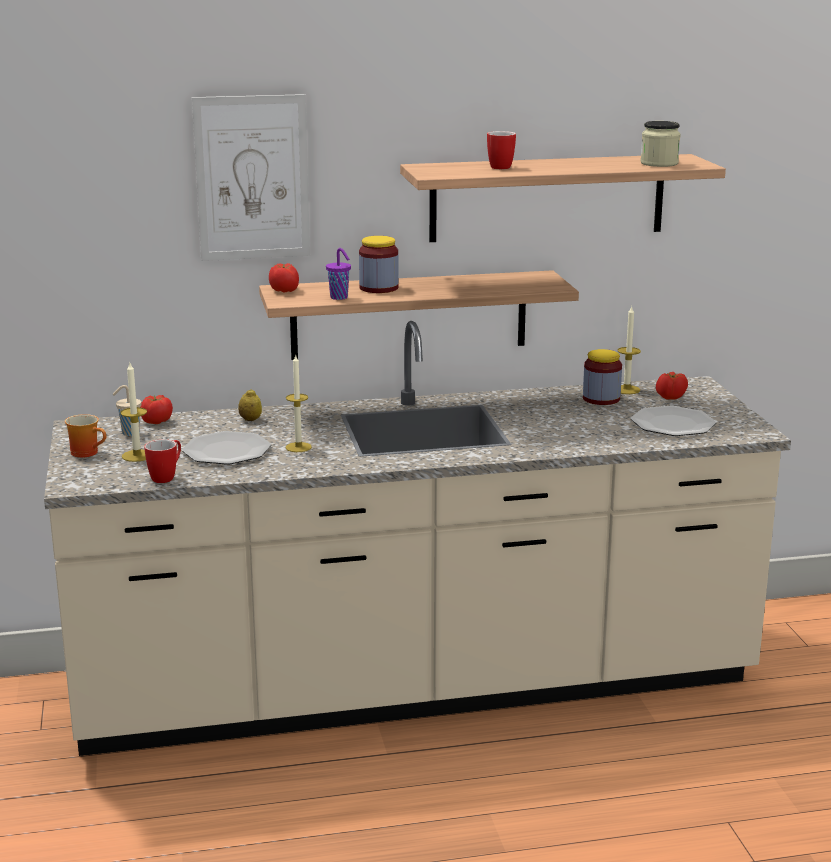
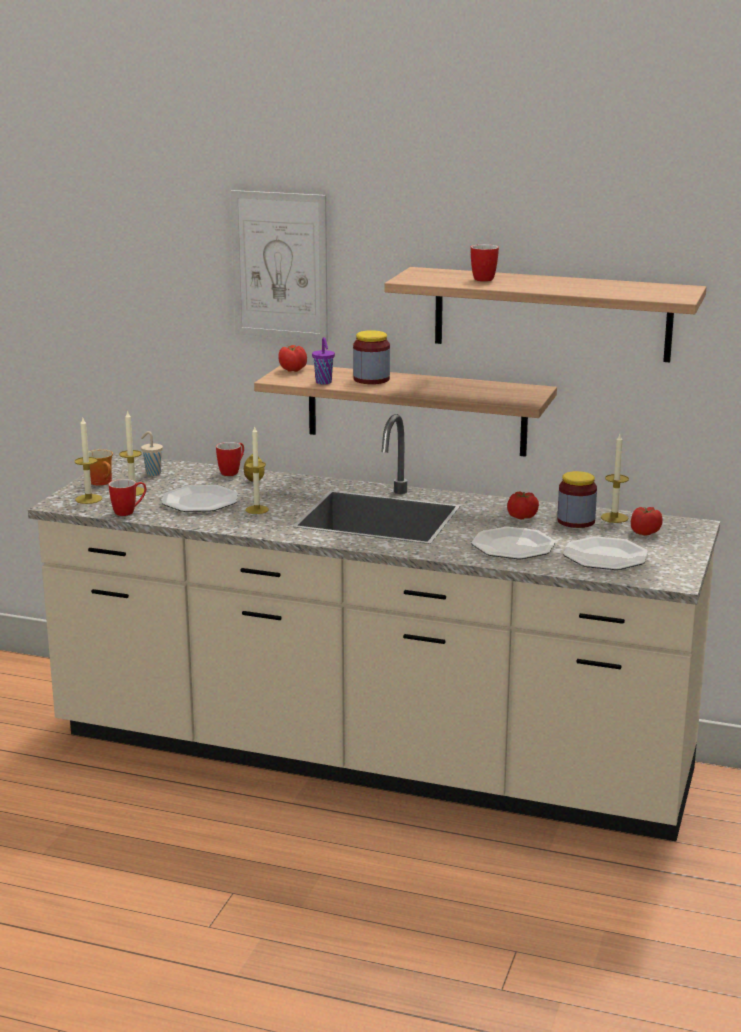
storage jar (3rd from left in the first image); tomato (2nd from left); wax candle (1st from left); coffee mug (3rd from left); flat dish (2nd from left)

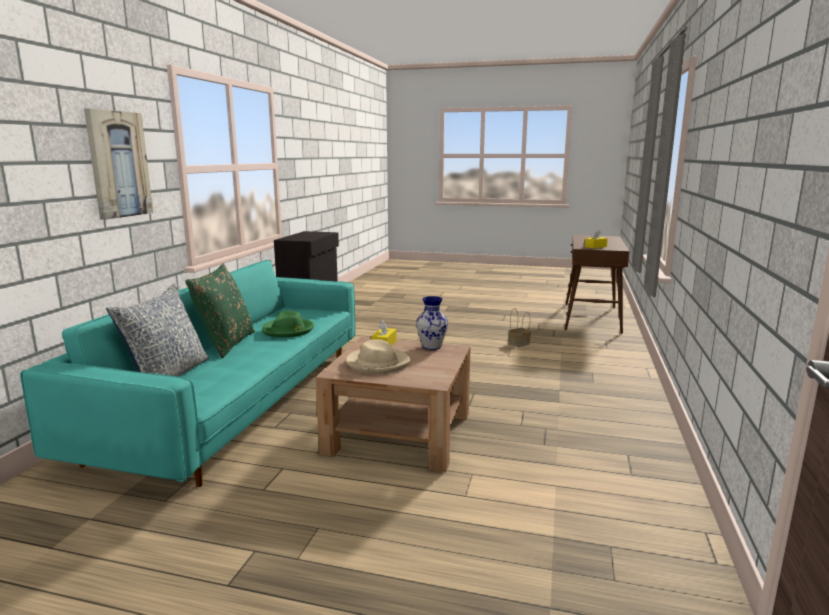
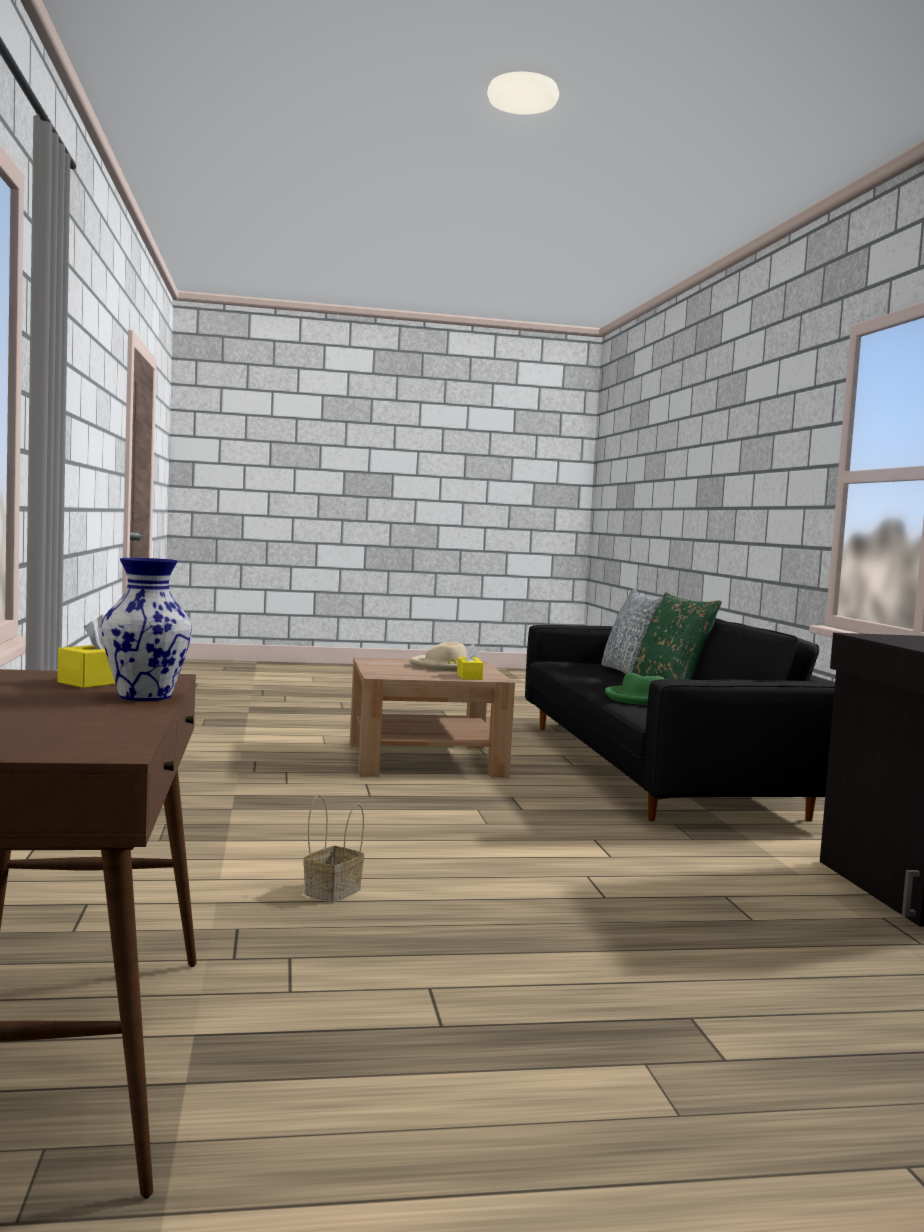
wall art; blackish couch; flower vase

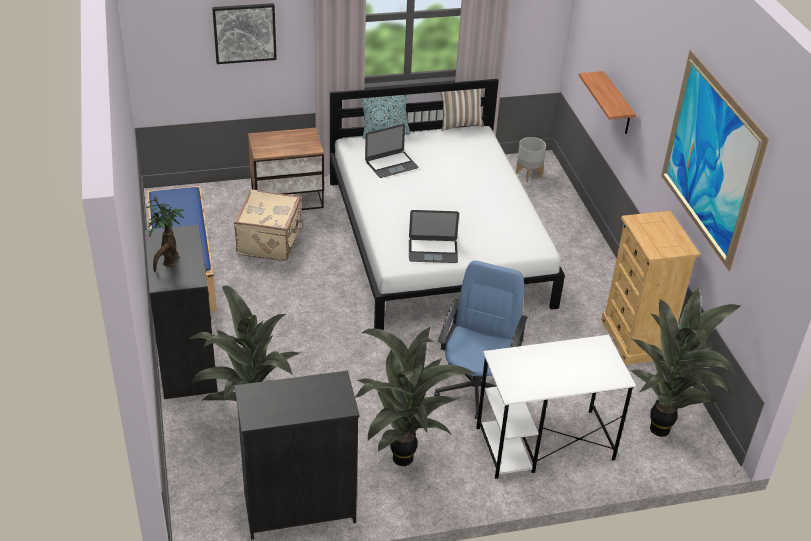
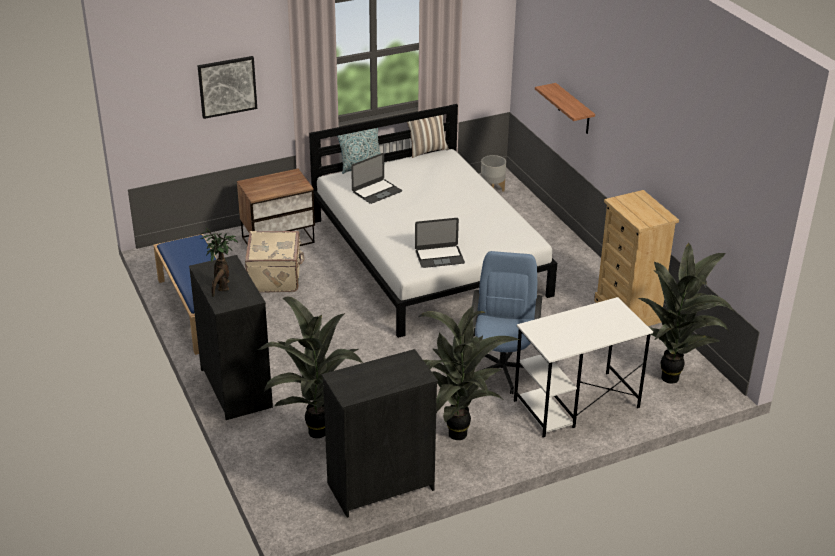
wall art (2nd from left in the first image)

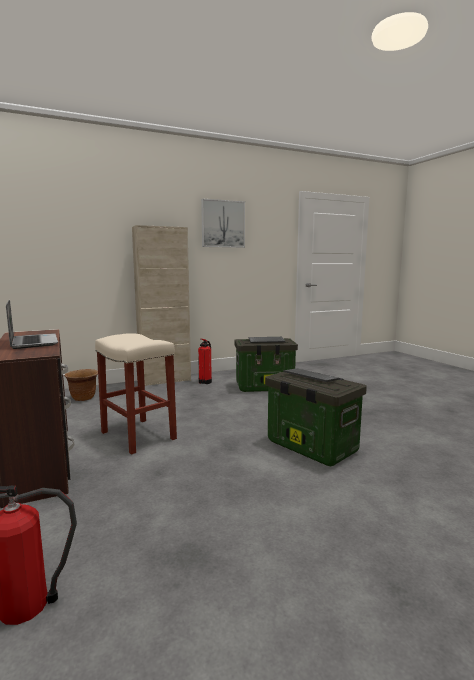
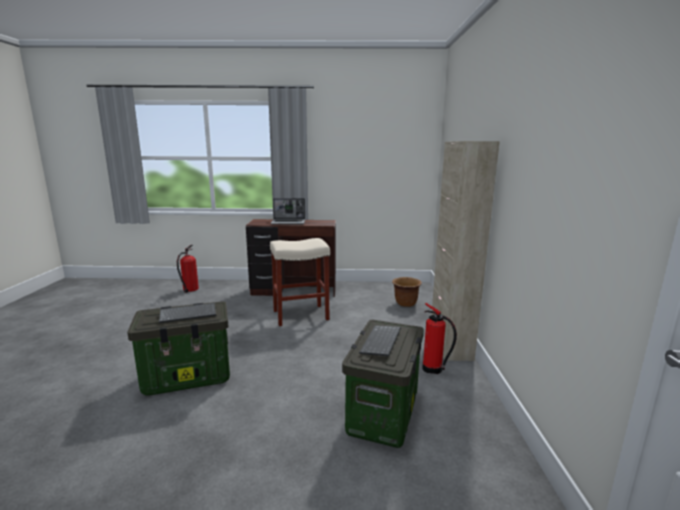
wall art

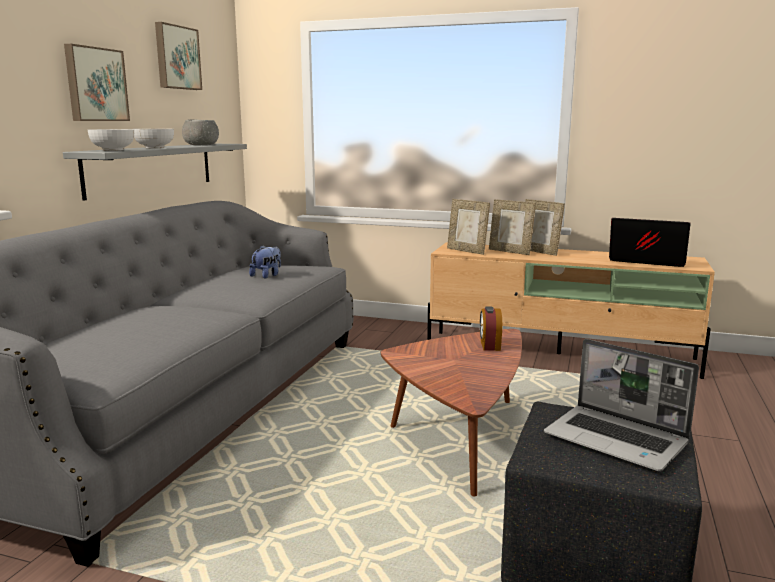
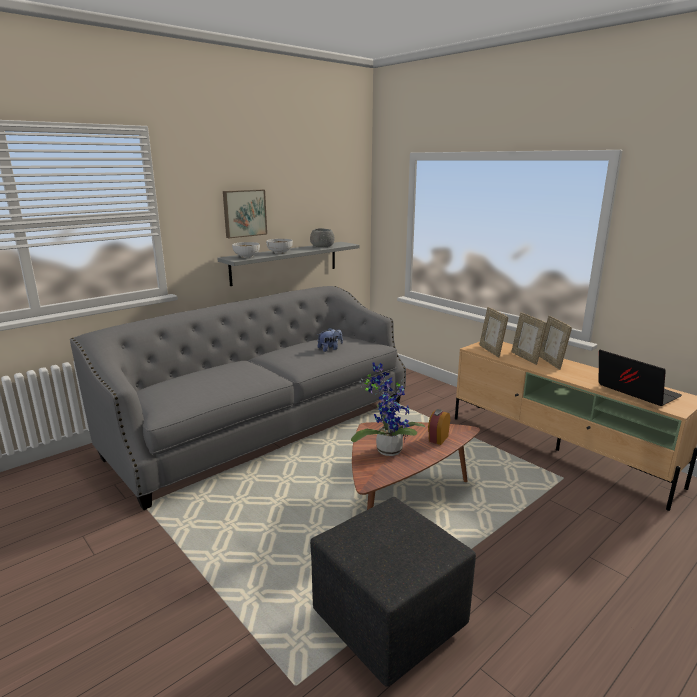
wall art (2nd from left in the first image); notebook computer (1st from left in the first image); houseplant

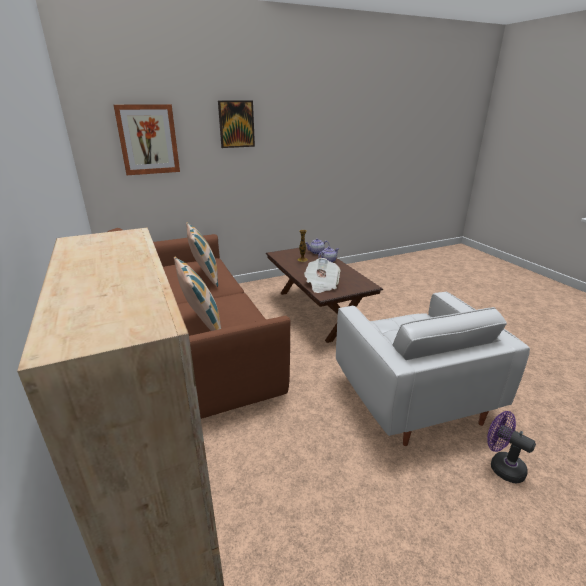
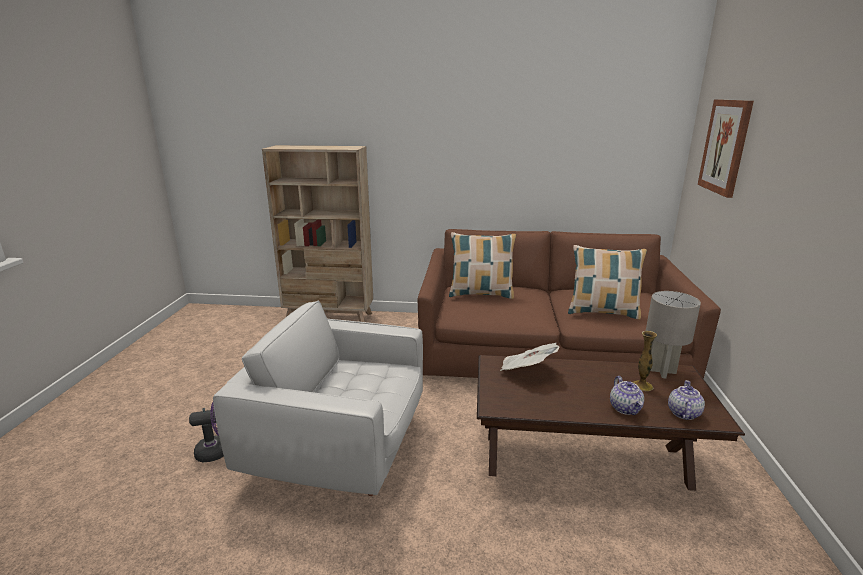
wall art (2nd from left in the first image); grey table lamp

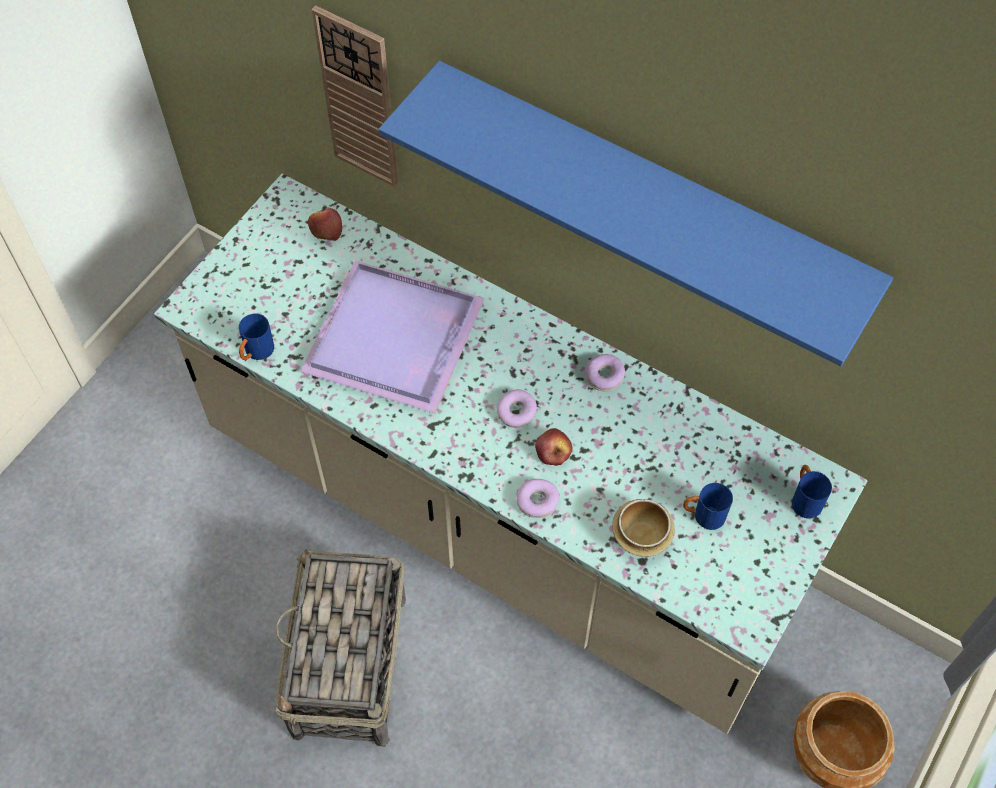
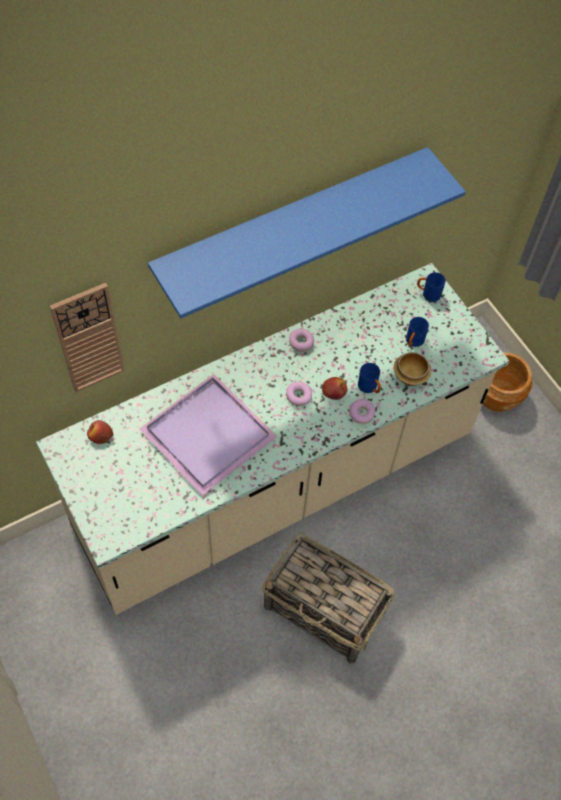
bluish coffee mug (1st from left)

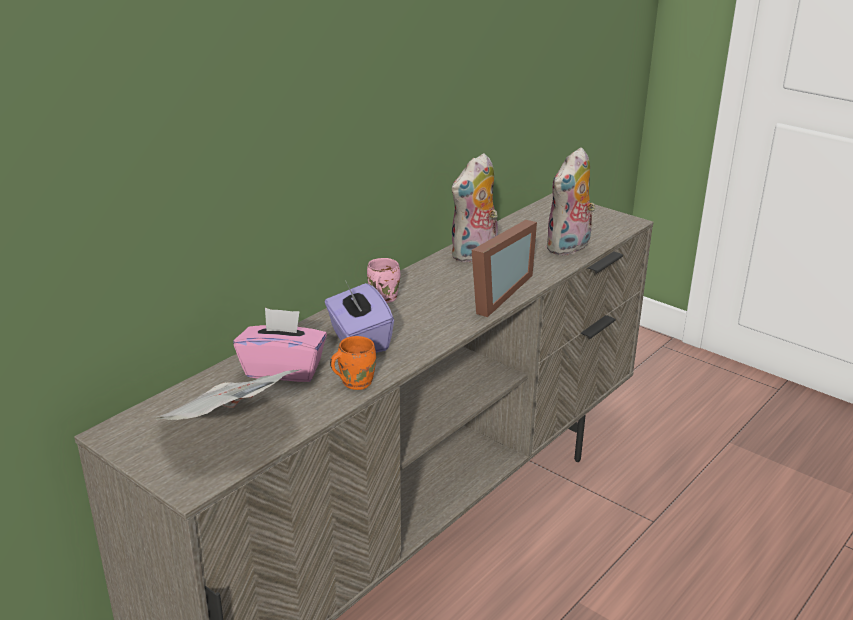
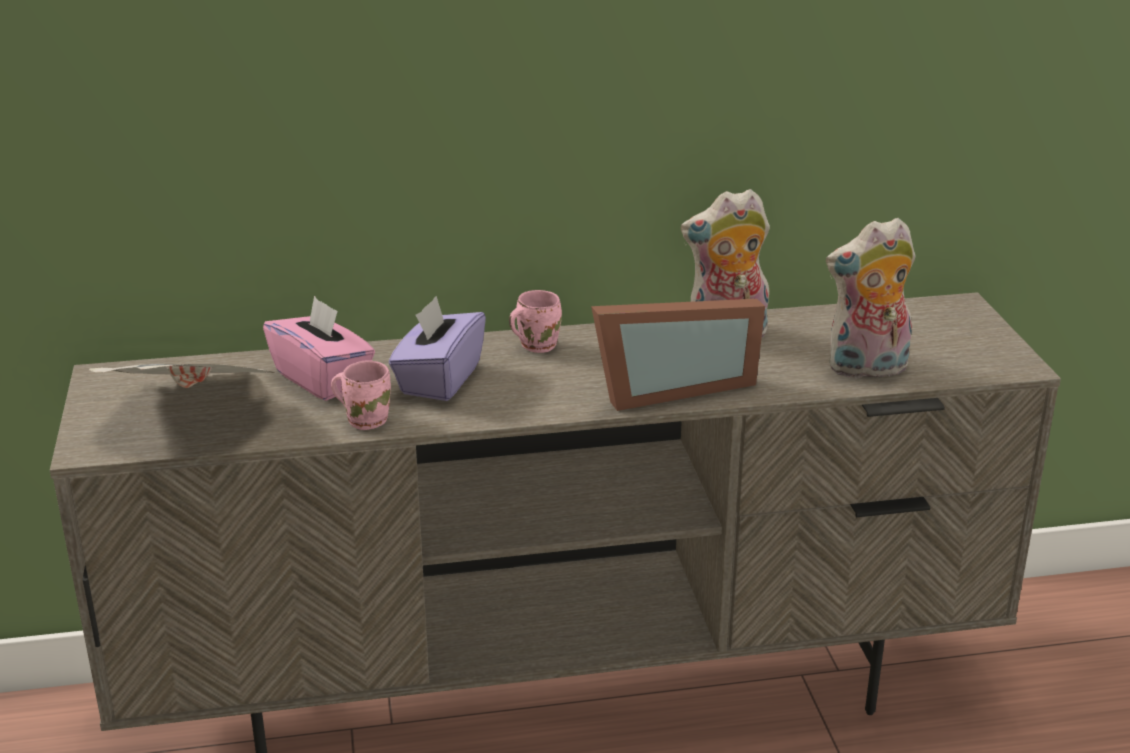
pink-coloured coffee mug (1st from left)

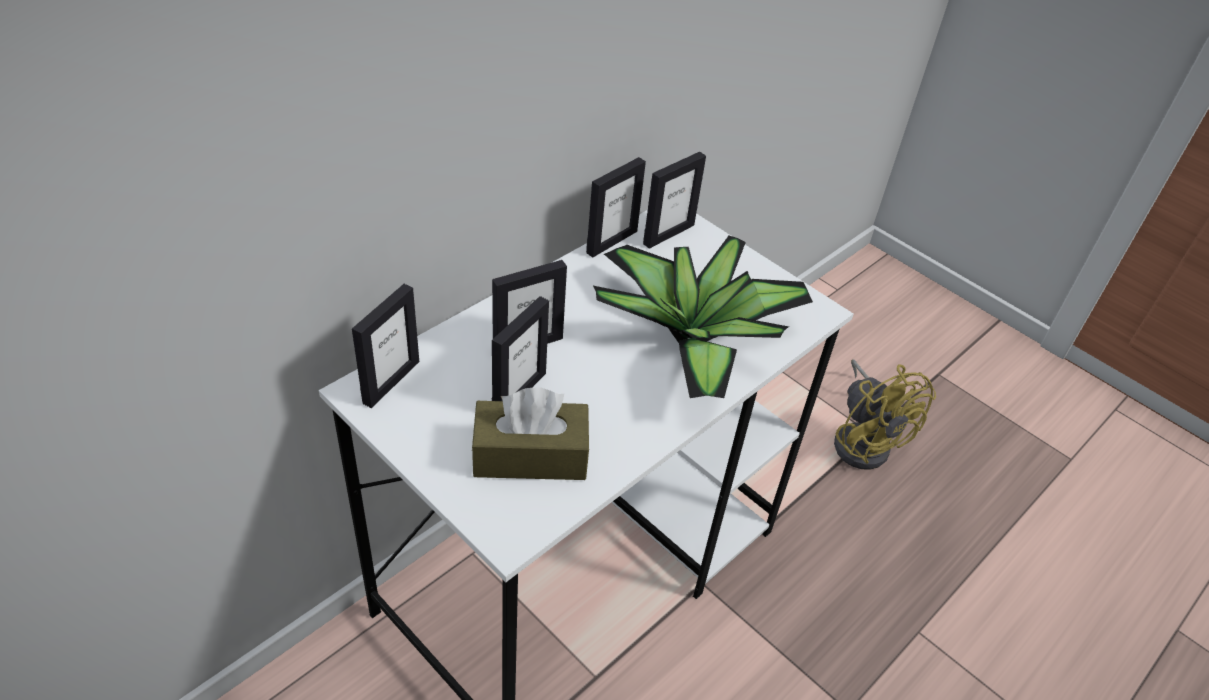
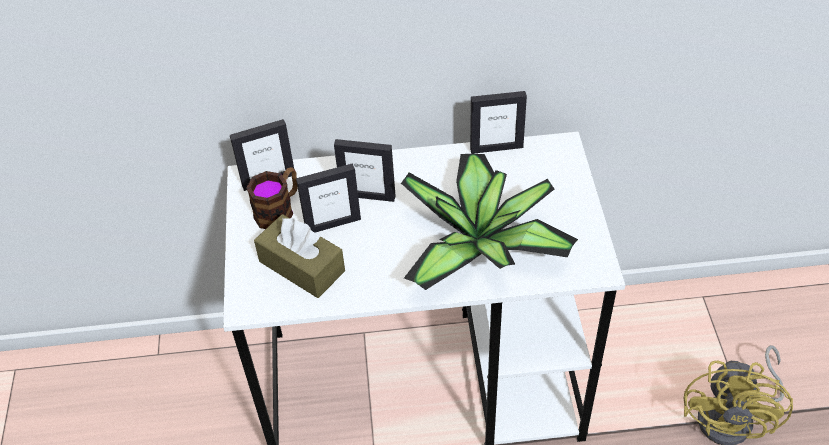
standing frame (5th from left in the first image); coffee mug

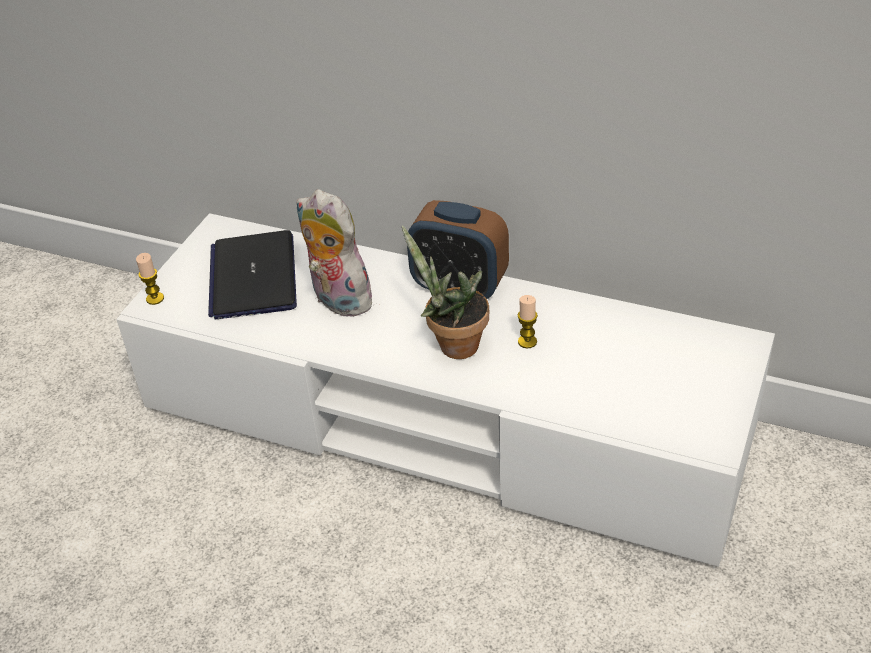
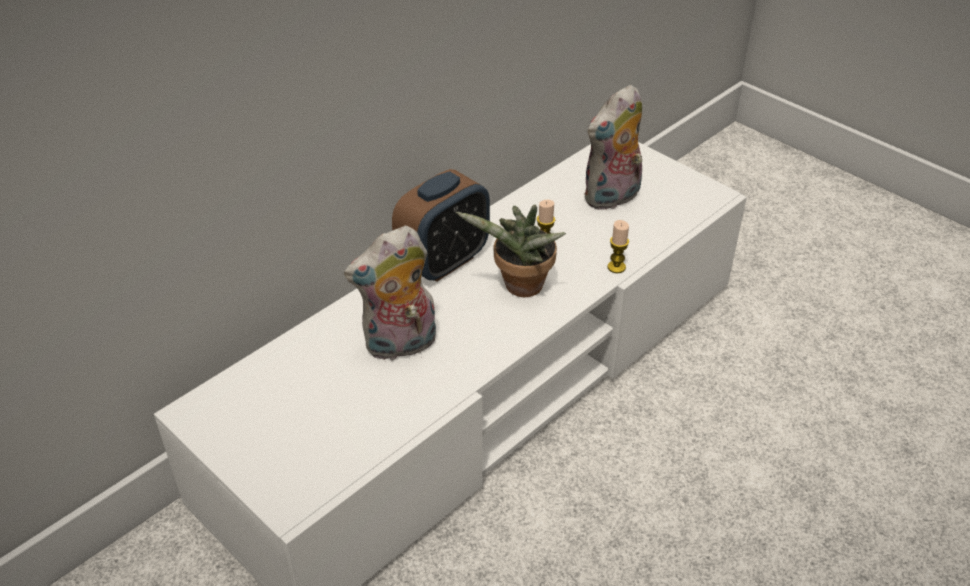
notebook computer; wax candle (2nd from left); cuddly toy (2nd from left)

